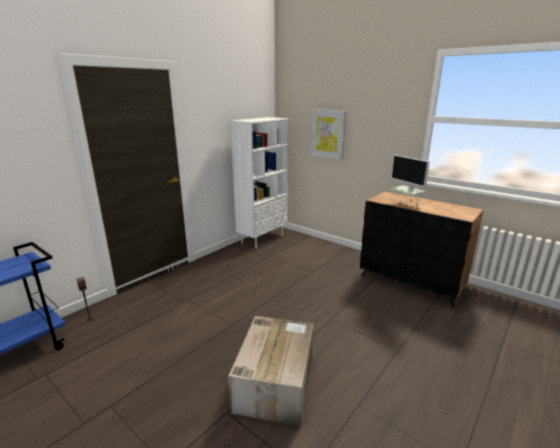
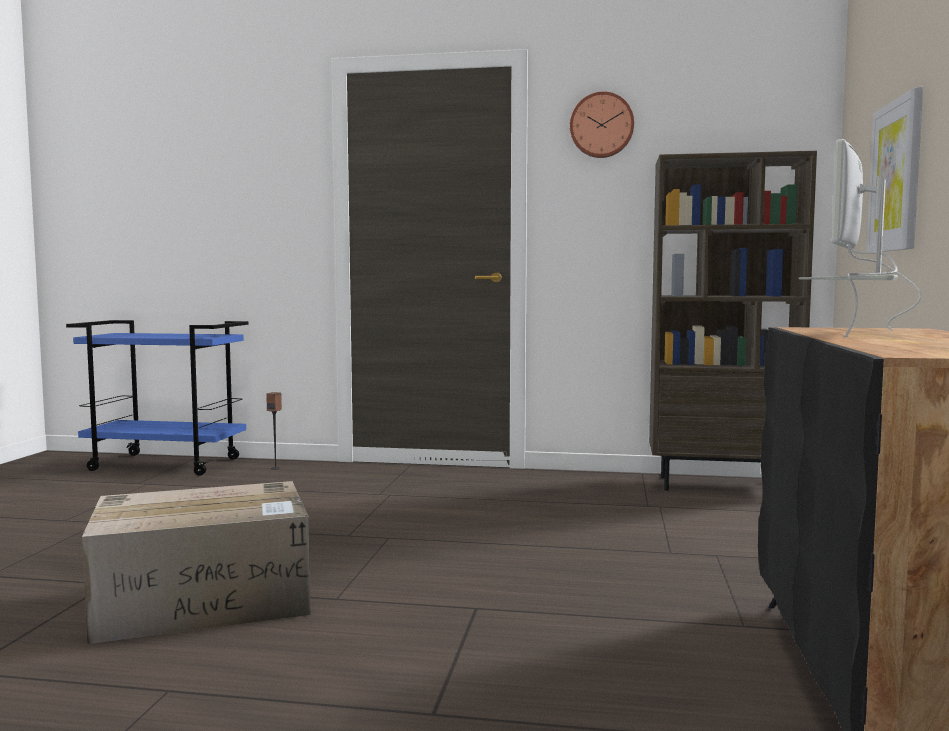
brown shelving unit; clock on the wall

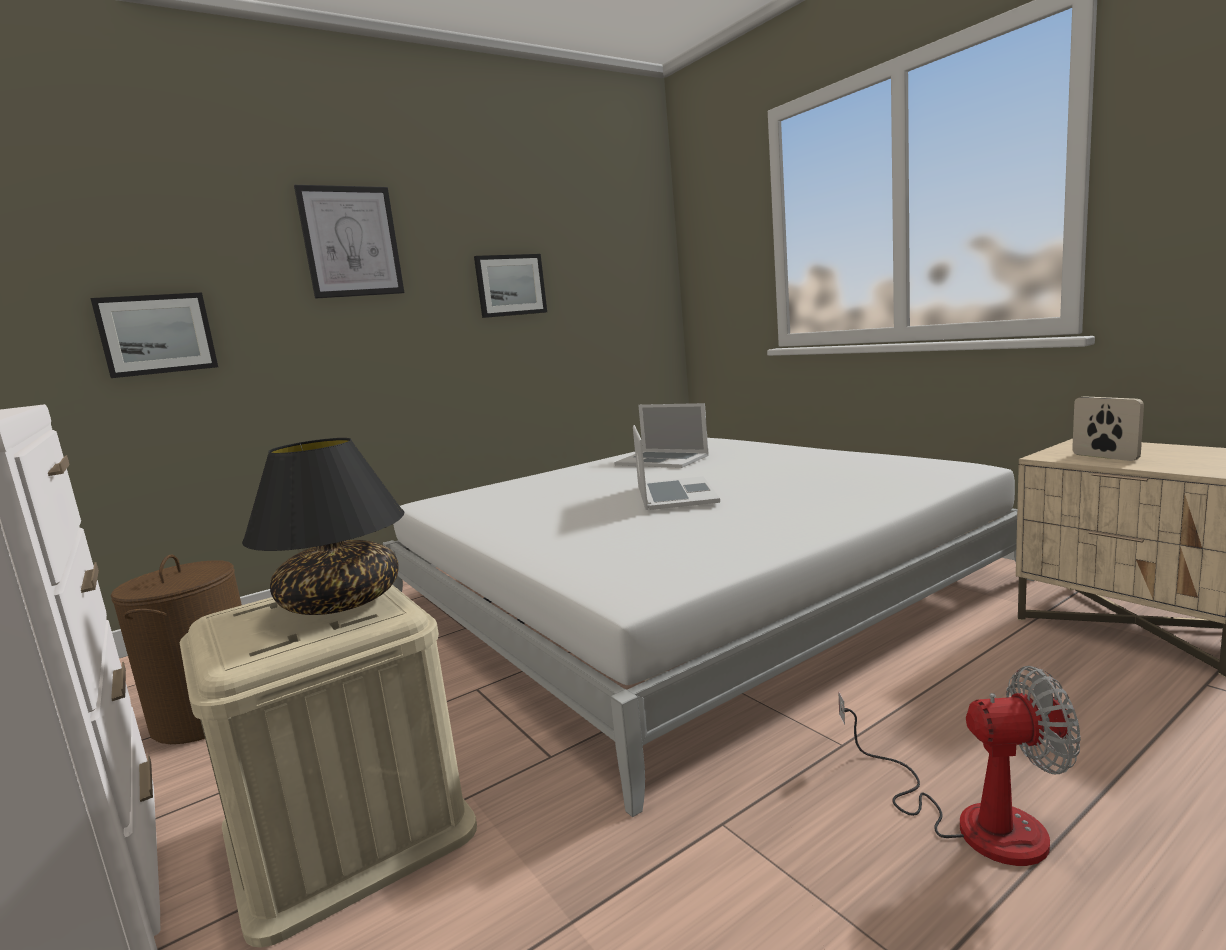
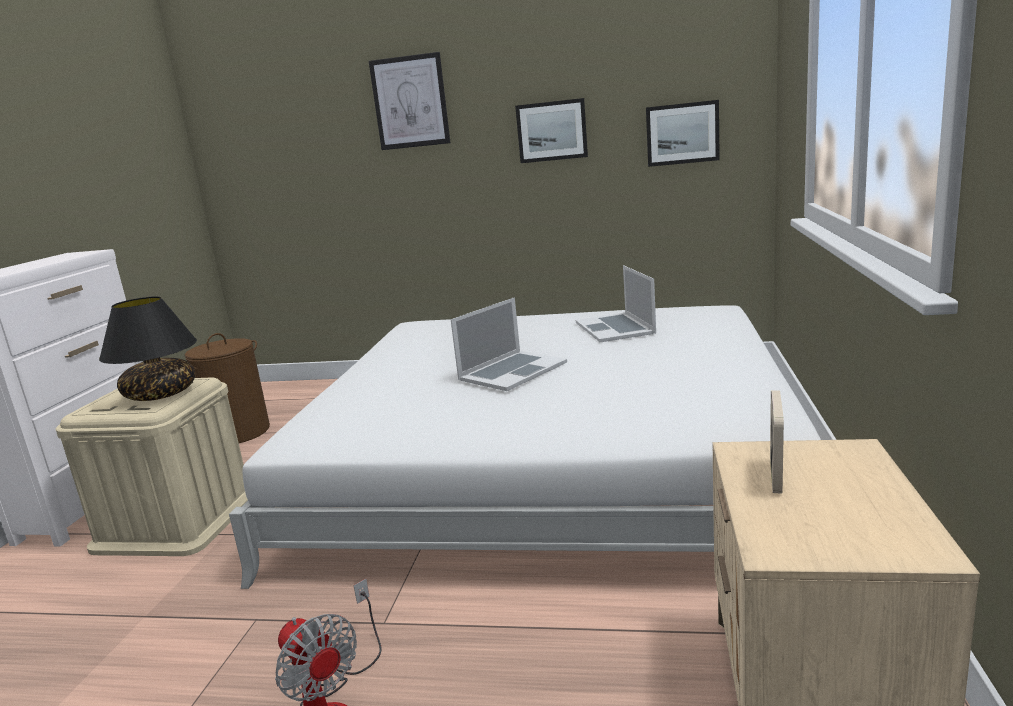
wall art (3rd from left)

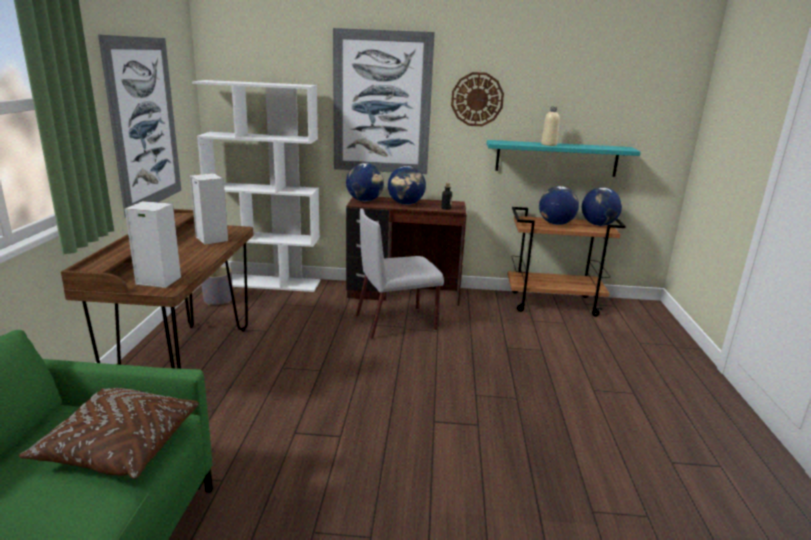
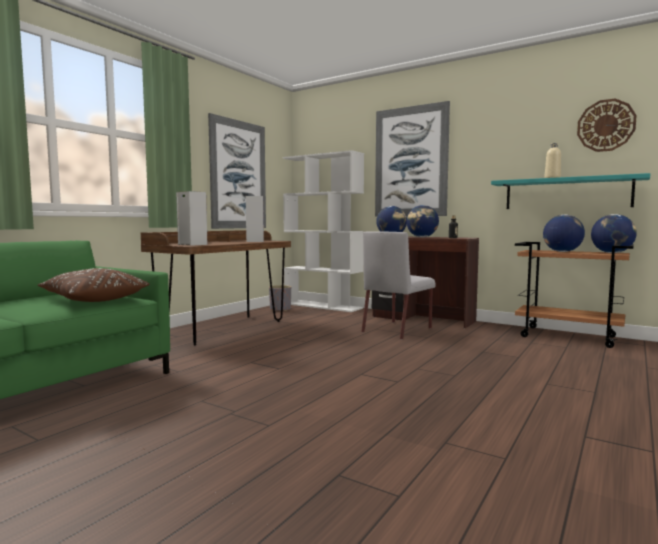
clock on the wall; grey plain chair

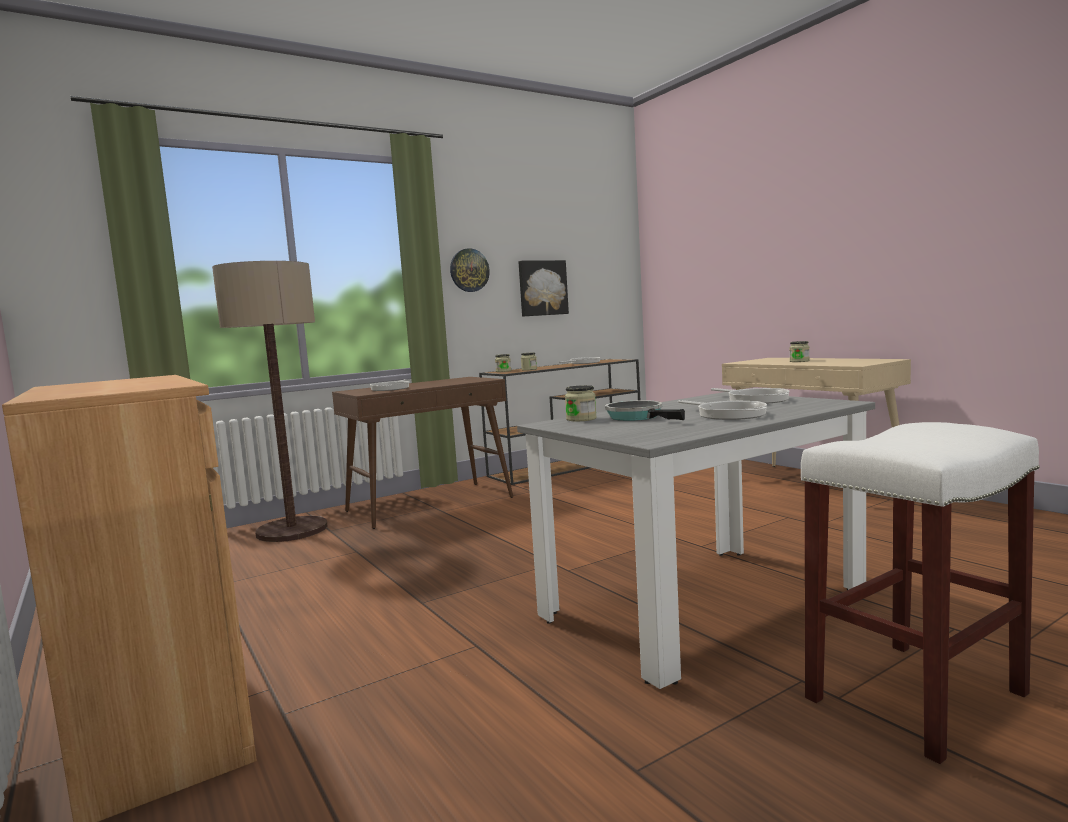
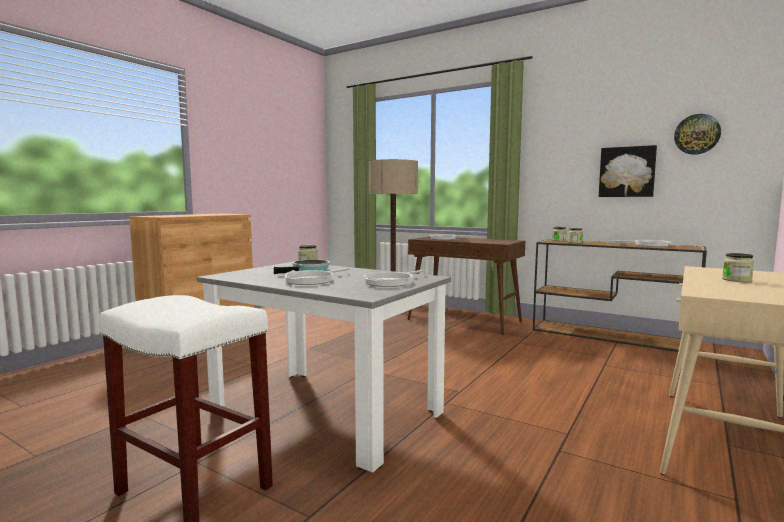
clock on the wall

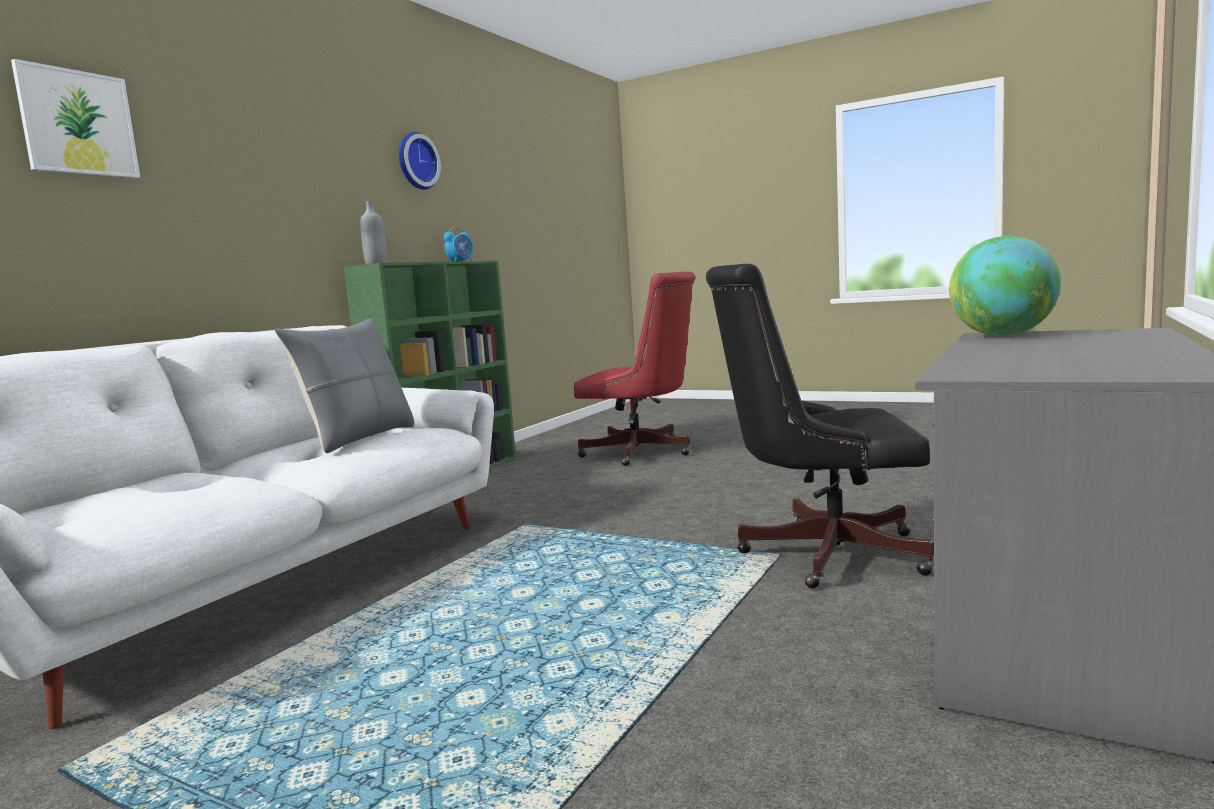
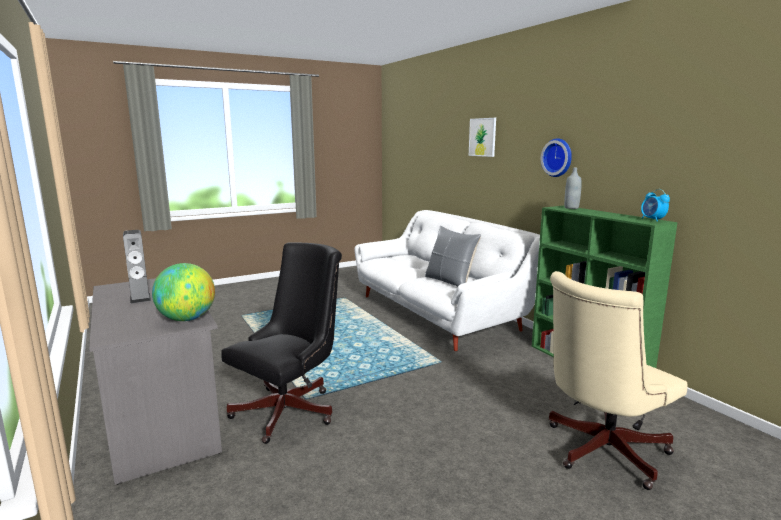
clock on the wall; beige computer chair; speaker

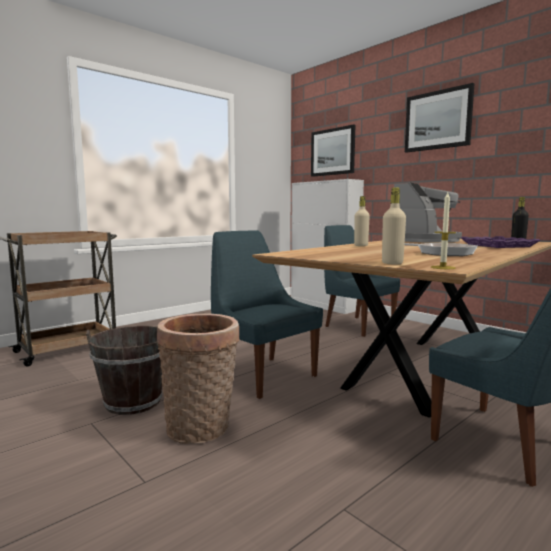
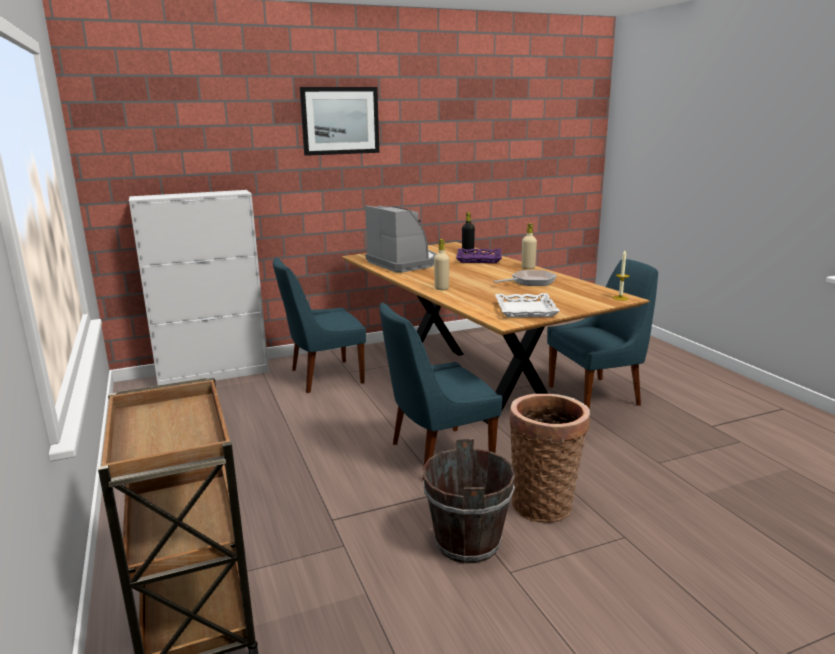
wall art (1st from left in the first image); beige bottle (2nd from left); white-coloured carrying tray

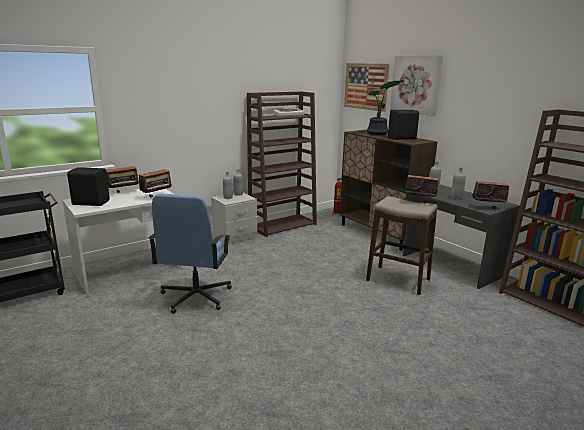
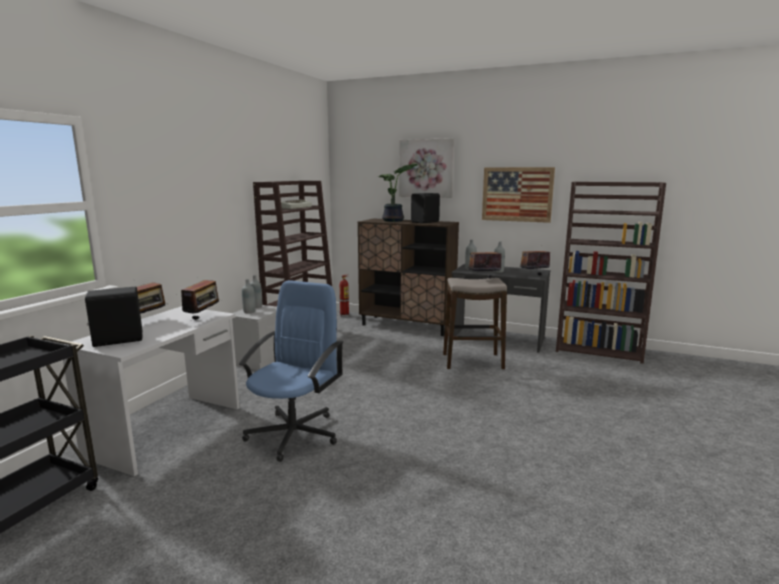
wall art (2nd from left); bluish computer chair

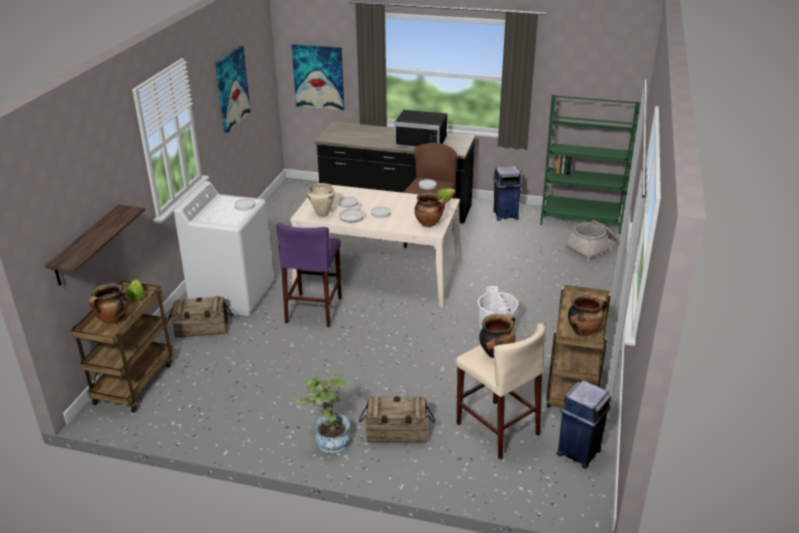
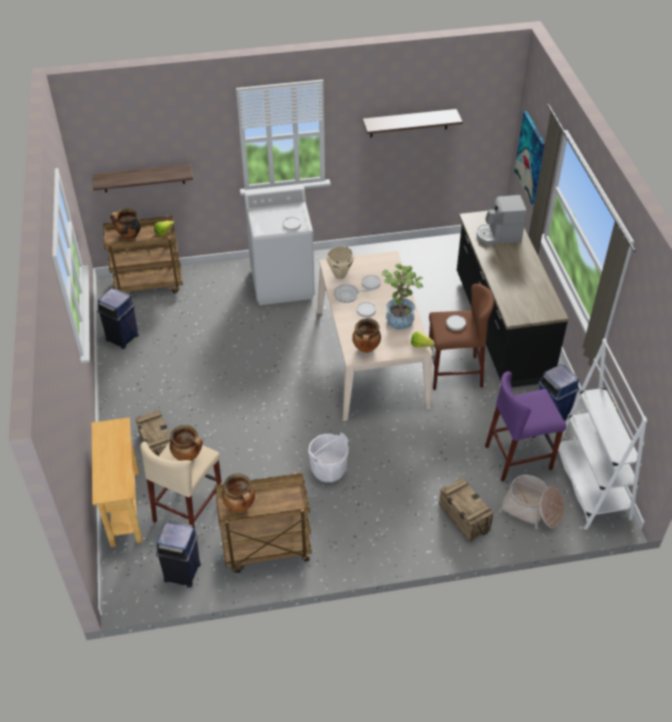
bracket shelf (2nd from left); white-coloured shelving unit; blackish microwave oven; purplish stool; shipping crate (2nd from left); houseplant; coffee brewer; bluish rubbish bin (1st from left); beige narrow table

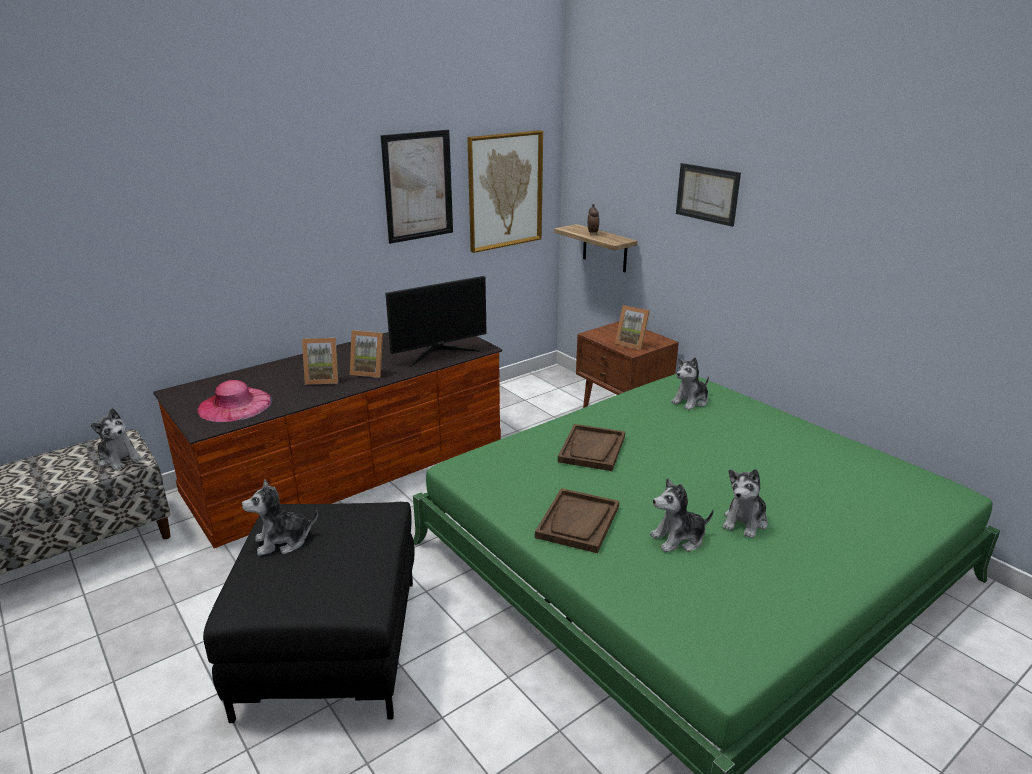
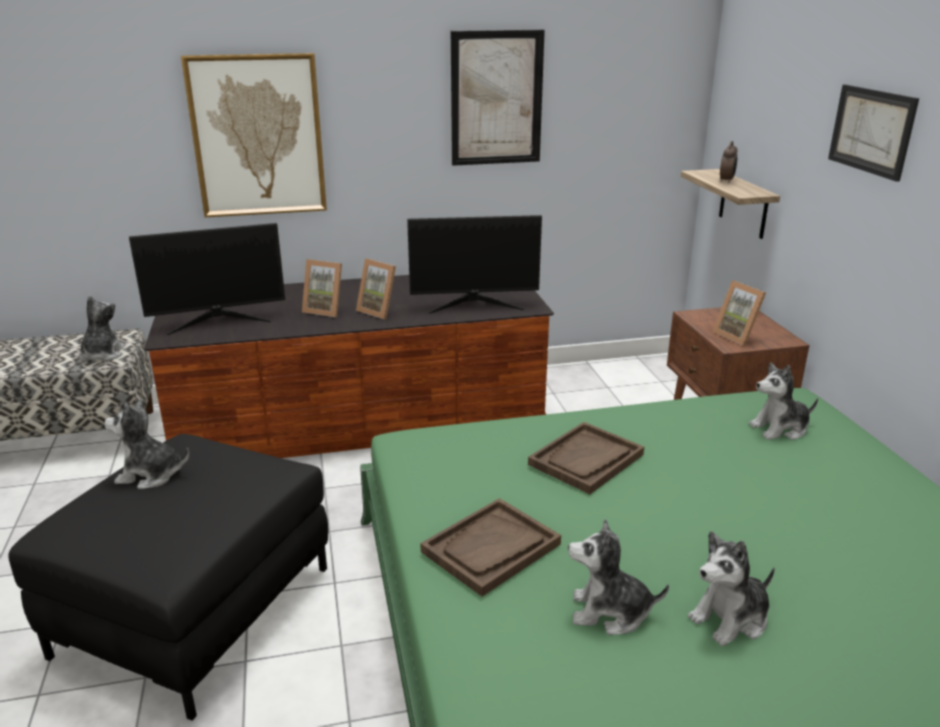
wall art (1st from left); monitor (1st from left); cuddly toy (1st from left)

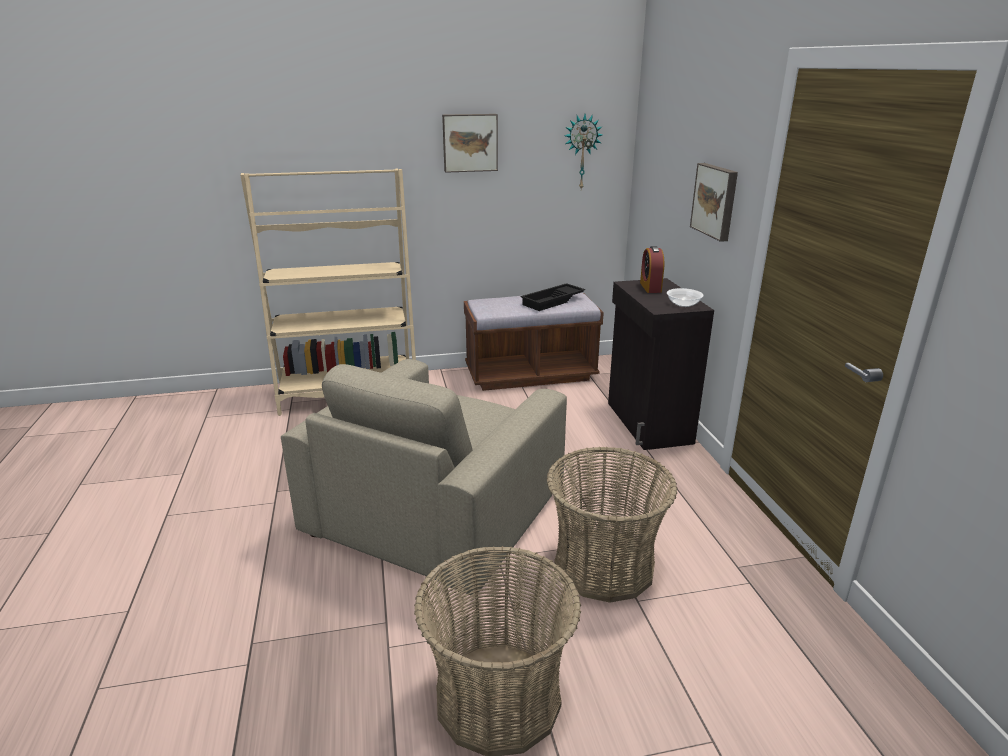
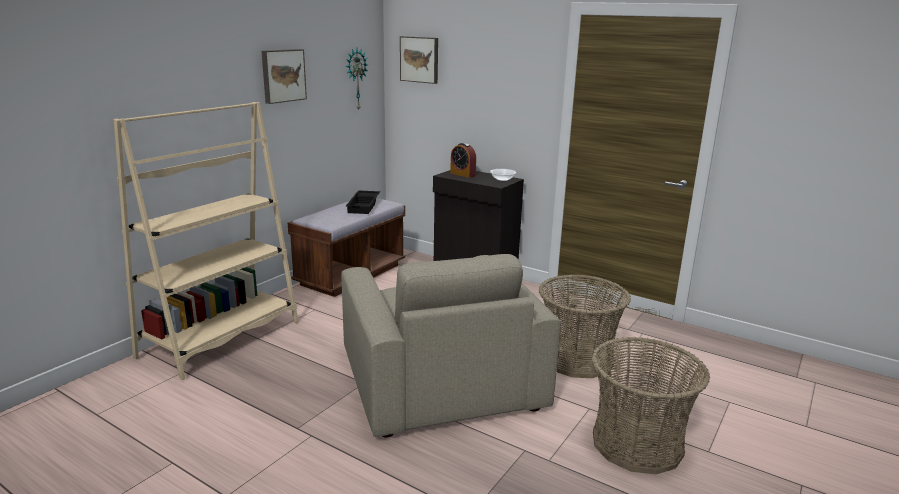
wall art (2nd from left)

